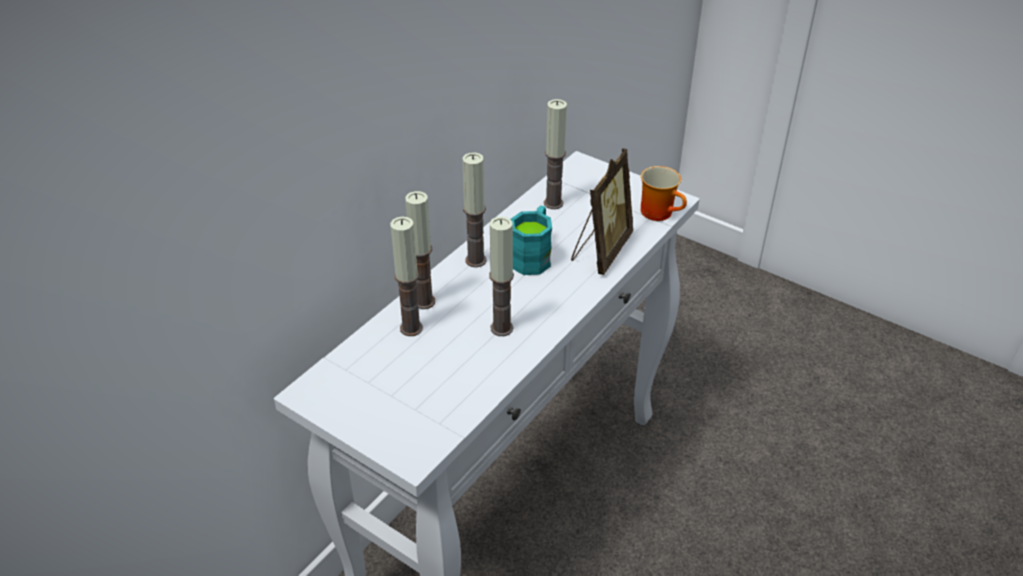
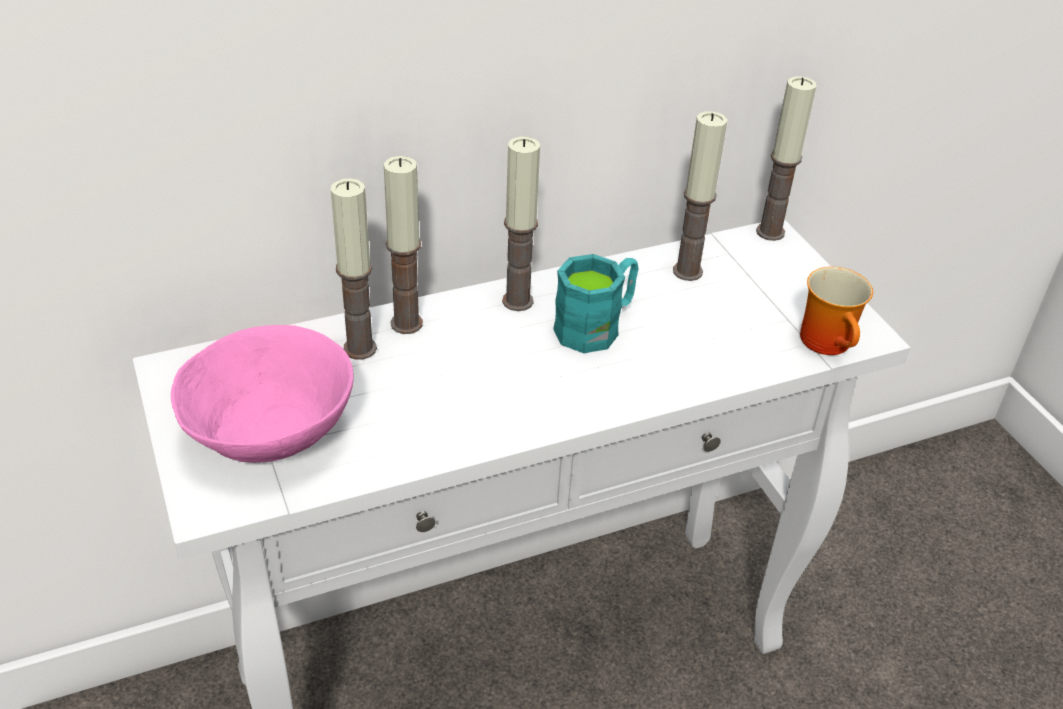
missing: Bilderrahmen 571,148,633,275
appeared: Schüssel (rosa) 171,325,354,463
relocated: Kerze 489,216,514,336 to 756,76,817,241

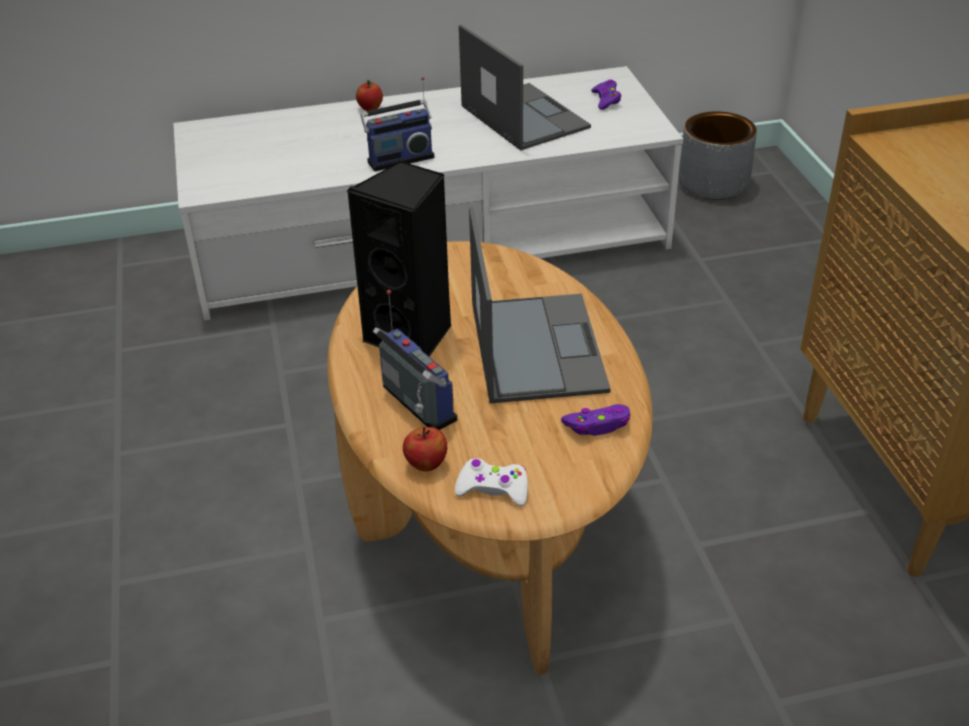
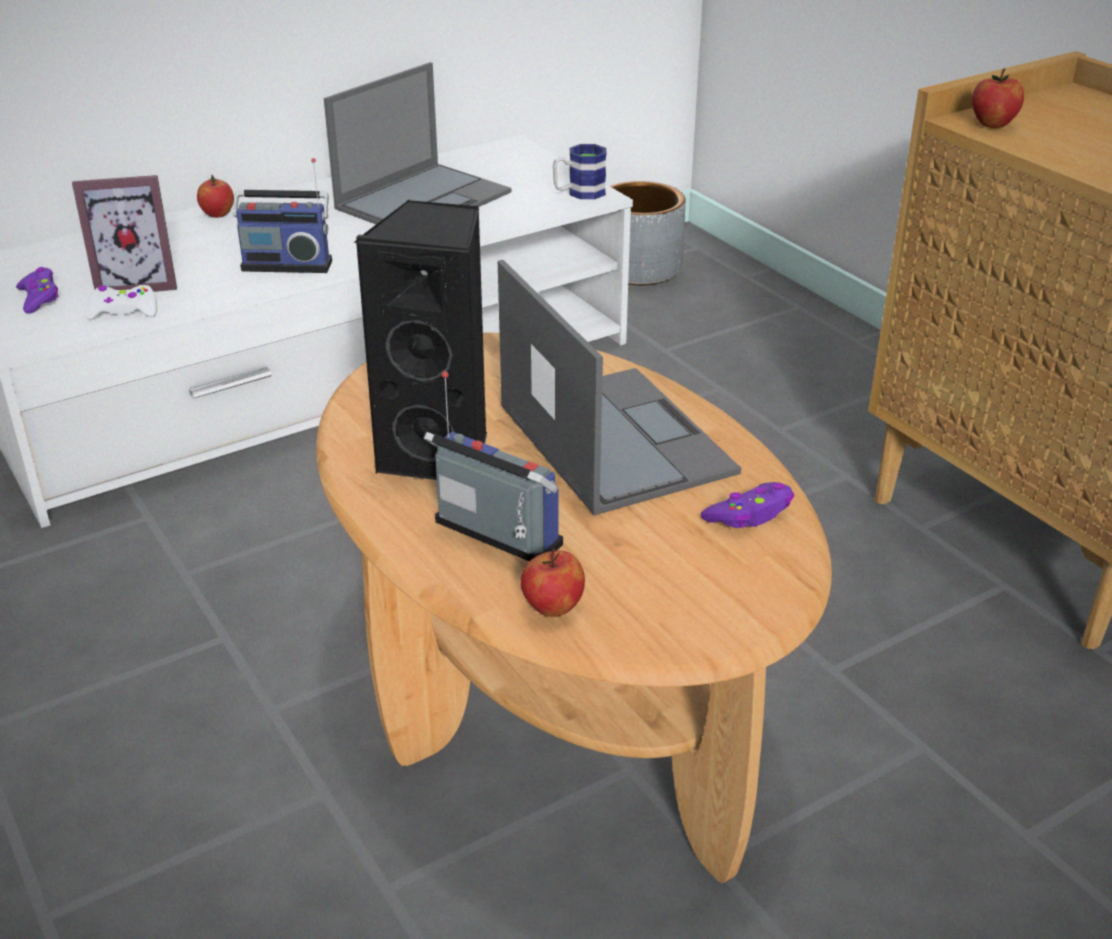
appeared: Bilderrahmen 72,175,177,292; Henkelbecher 553,144,607,199; Apfel 972,69,1024,128
relocated: Gamepad (weiß) 455,458,528,506 to 85,285,157,320; Gamepad (lila) 591,79,621,110 to 16,267,58,314
spun: Radio 360,77,434,172 = 233,158,332,273 45 degrees clockwise; Laptop 459,25,591,151 = 324,62,511,224 90 degrees clockwise

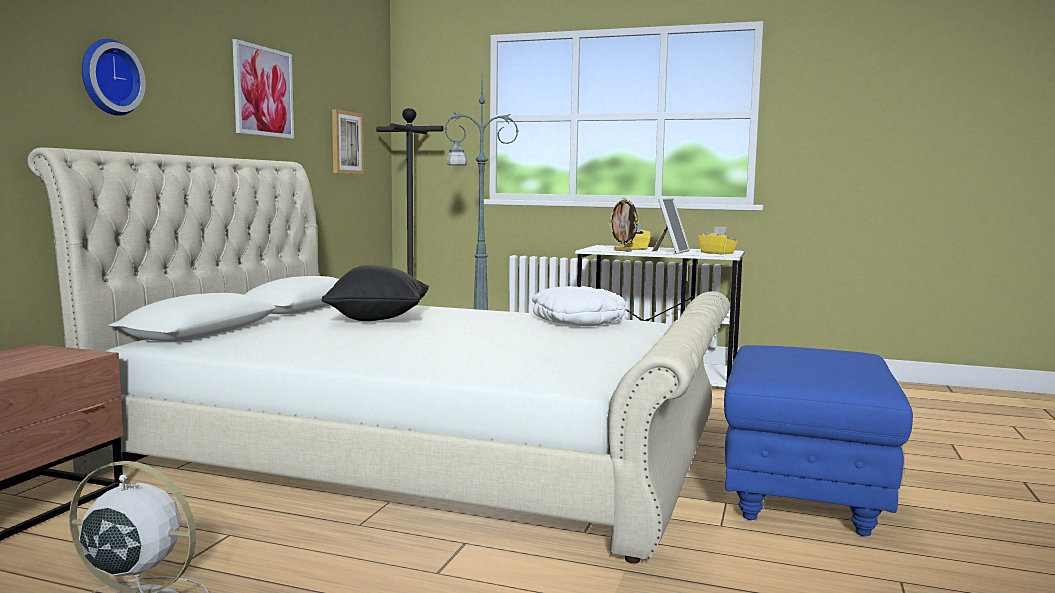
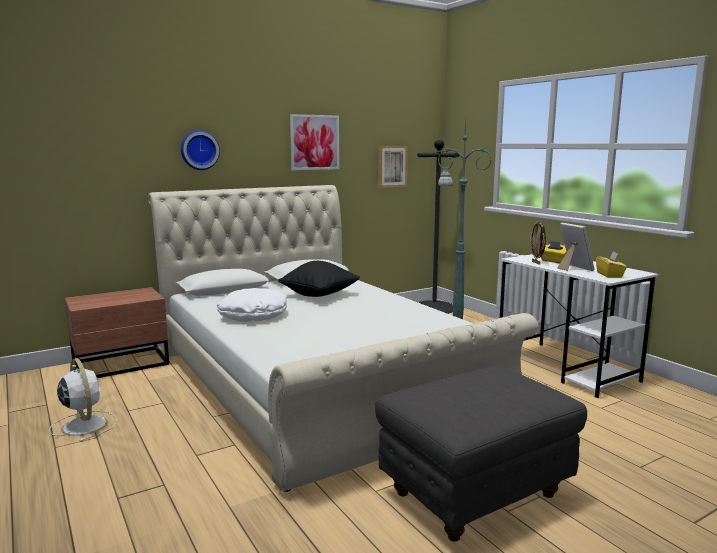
relocated: Kissen (weiß) 532,286,626,326 to 217,288,287,322
colour: Polsterhocker (blau) 724,345,913,536 to Polsterhocker (grau) 375,365,587,542
spun: Bilderrahmen 652,198,690,254 = 557,223,594,271 90 degrees counterclockwise

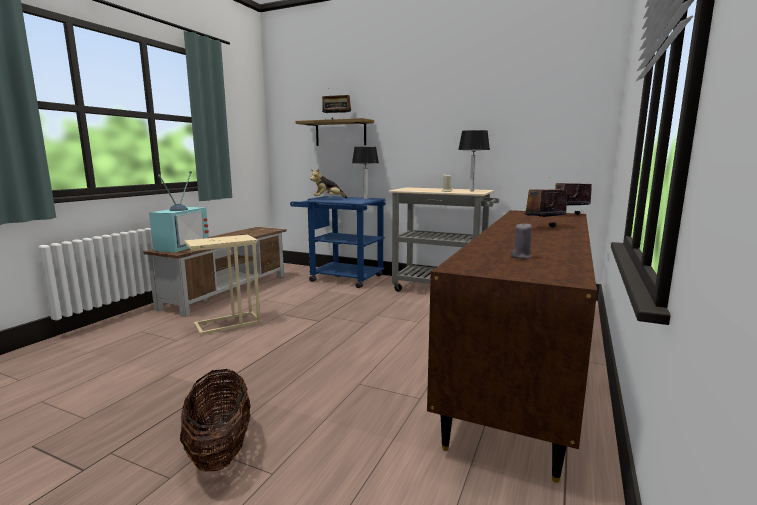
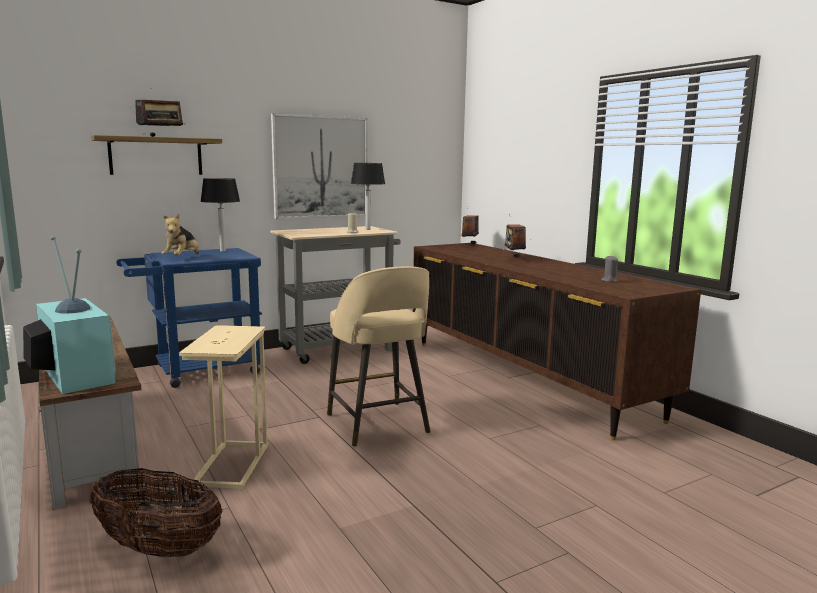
appeared: Bild 271,113,367,219; Hocker (beige) 327,266,430,447
relocated: Korb 180,369,251,471 to 90,468,222,557

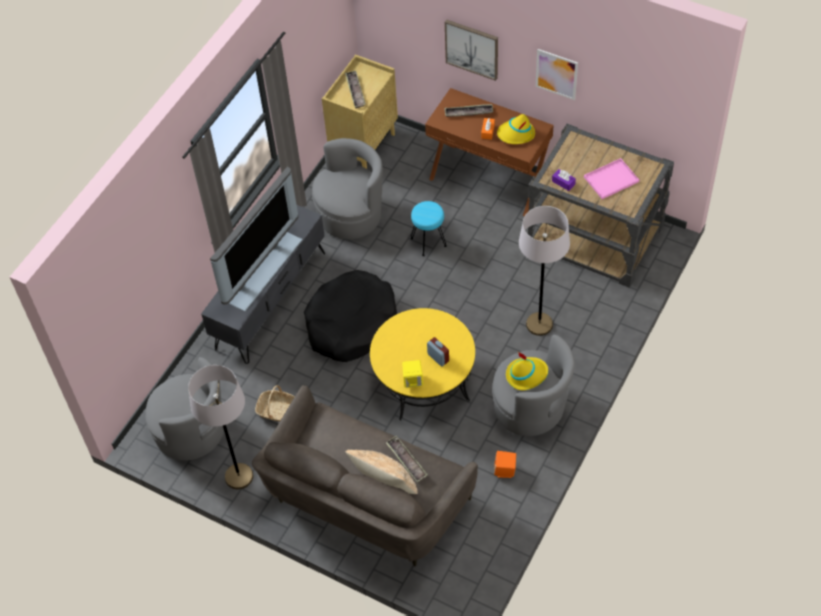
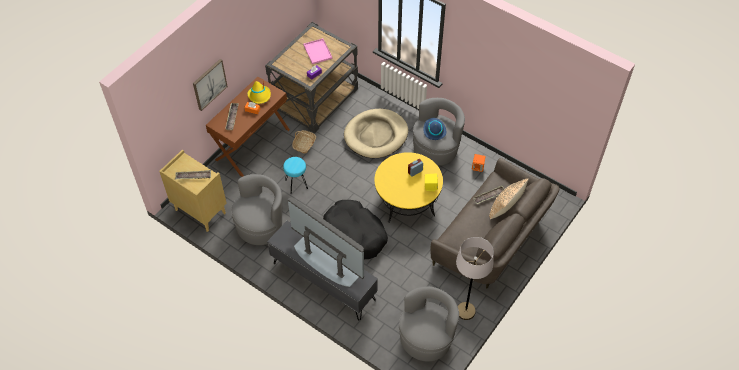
missing: Bild 536,49,578,100
relocated: Korb 255,385,295,422 to 292,130,316,153
exchanged: Stehlampe (grau) 519,206,570,336 to Hundebett (beige) 344,109,408,158
colour: Hut (gelb) 506,352,548,390 to Hut (blau) 423,118,446,140
spun: Sessel (grau) 312,138,383,239 = 231,174,282,245 75 degrees clockwise

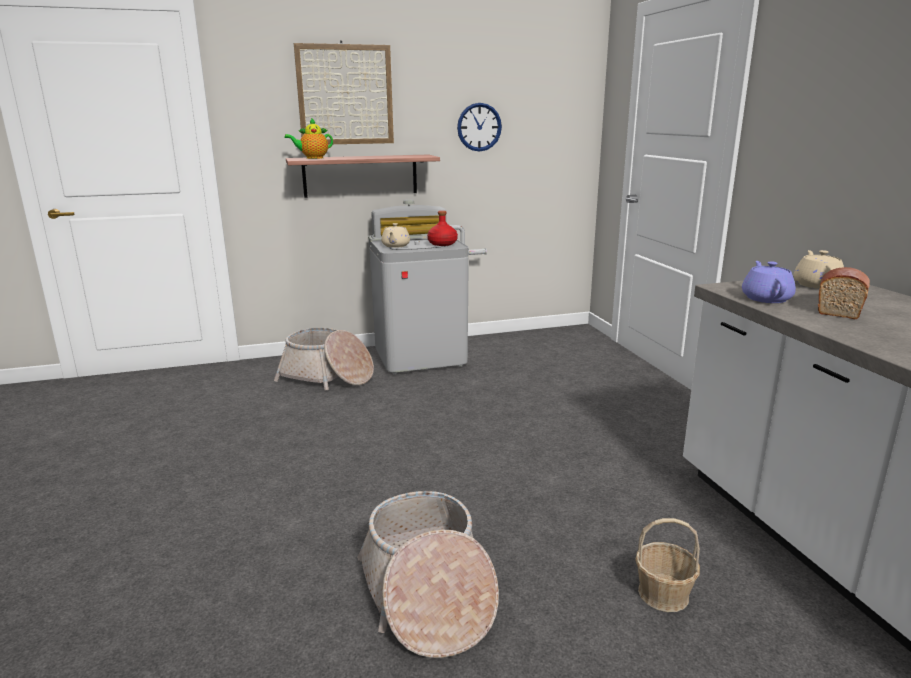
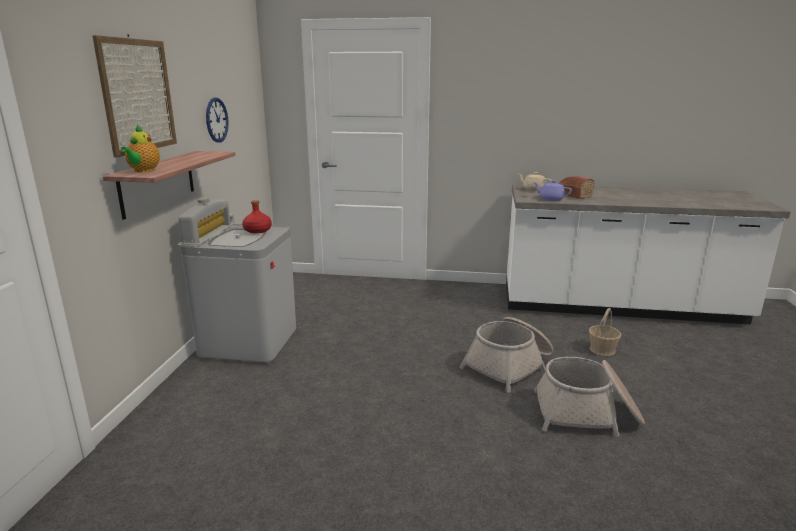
missing: Teekanne (beige) 381,223,410,248
relocated: Korb 274,328,374,390 to 460,317,553,392

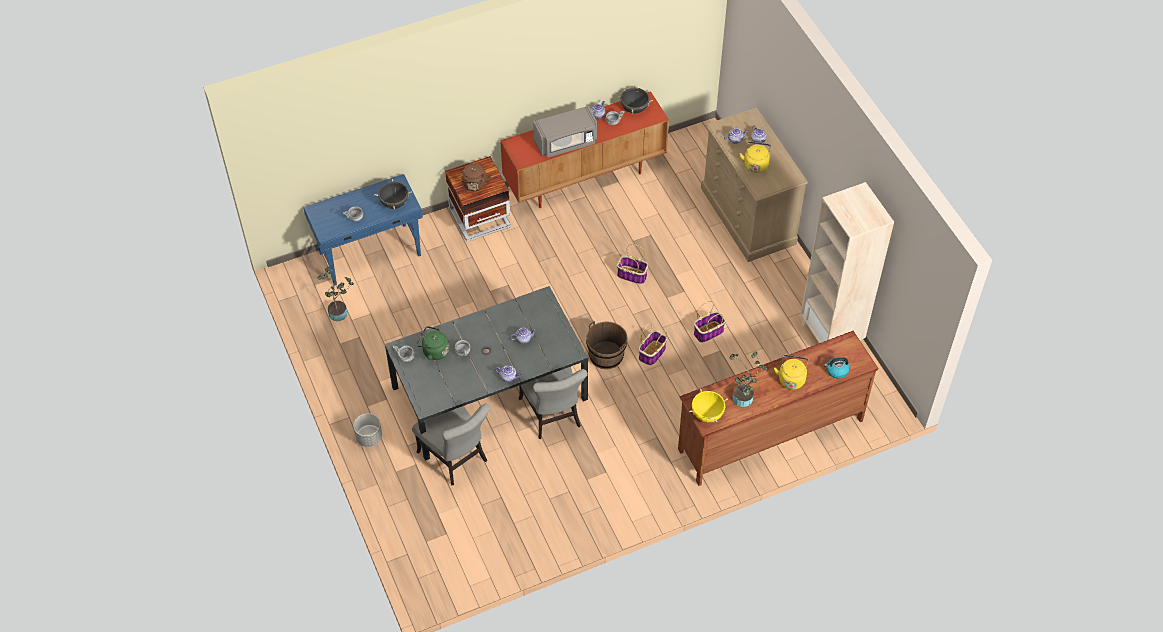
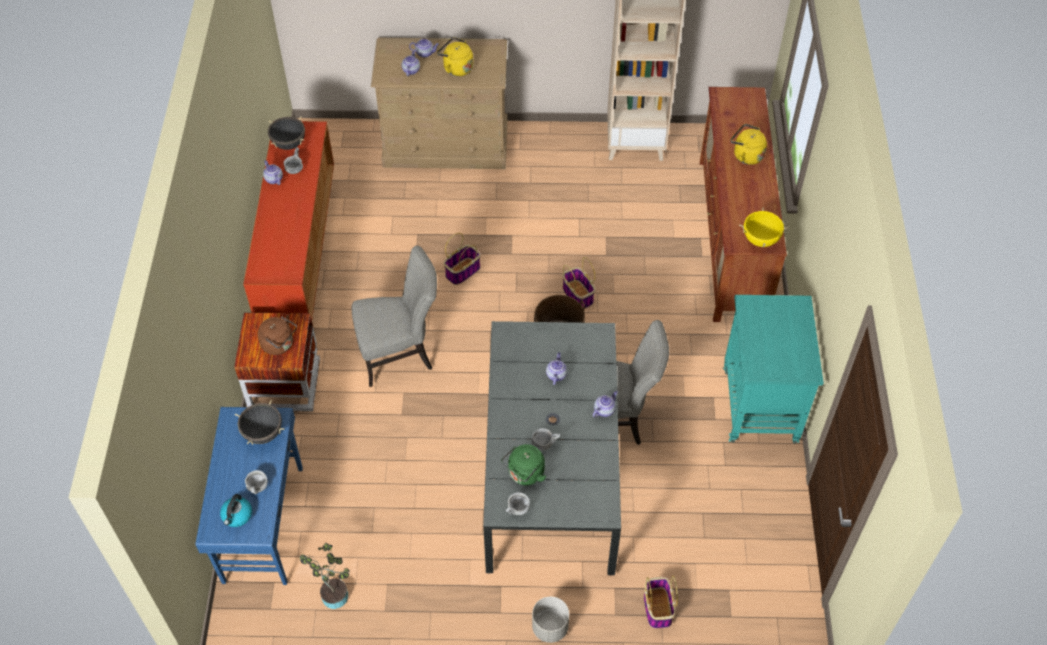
missing: Mikrowelle (grau) 533,106,597,158; Topfpflanze 730,352,767,407
appeared: Rollwagen (türkis) 723,295,824,444
relocated: Stuhl (grau) 412,401,491,485 to 352,246,437,387; Korb 694,301,726,343 to 644,576,678,629; Wasserkessel 824,357,850,379 to 220,494,252,527

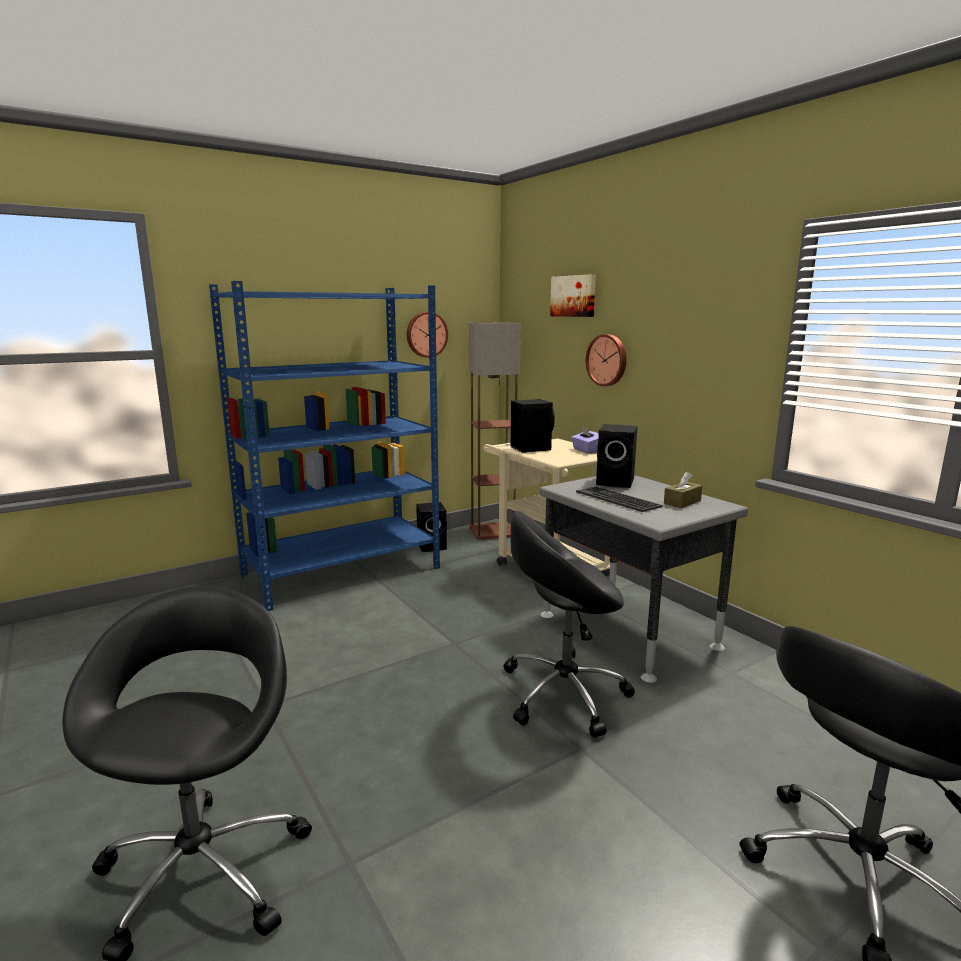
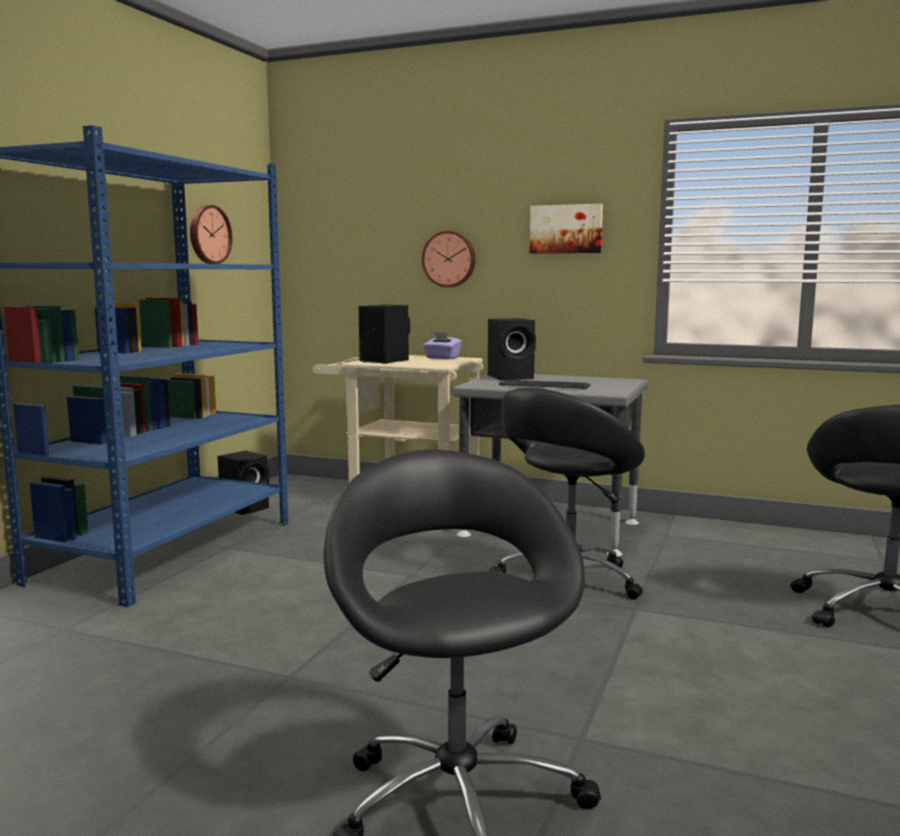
missing: Stehlampe 469,323,521,540; Taschentuchbox (braun) 664,471,702,508
relocated: Bild 550,274,596,317 to 530,204,603,254

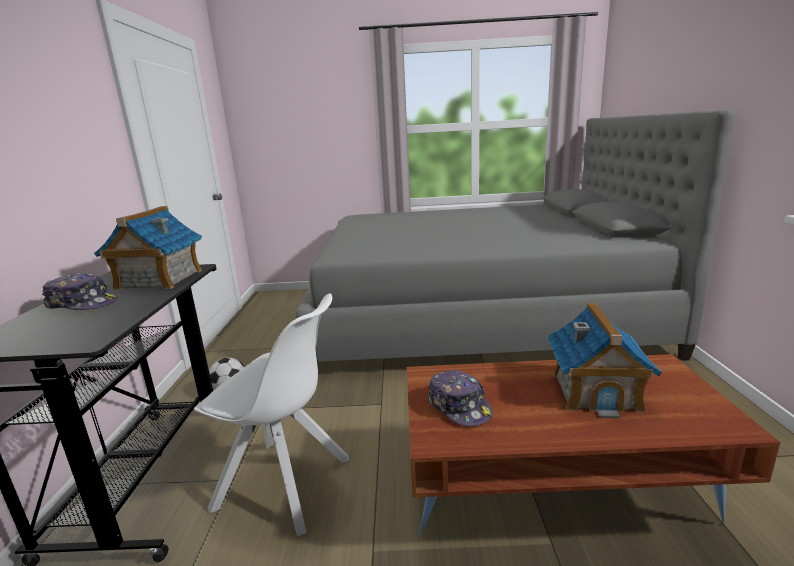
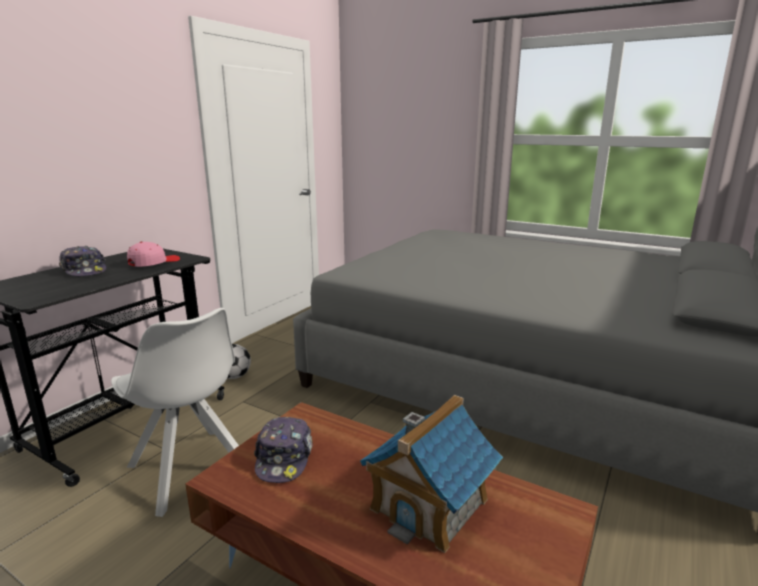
exchanged: Spielzeughaus 94,206,202,290 to Kappe (rosa) 127,242,180,267

